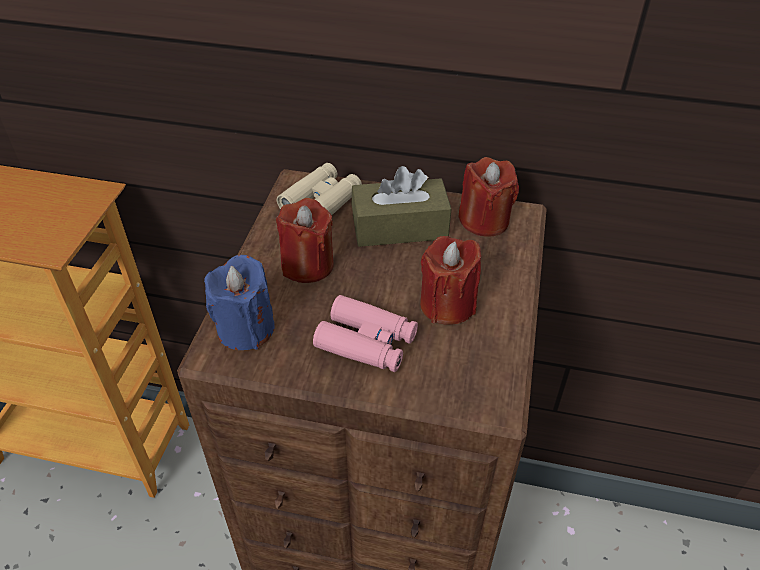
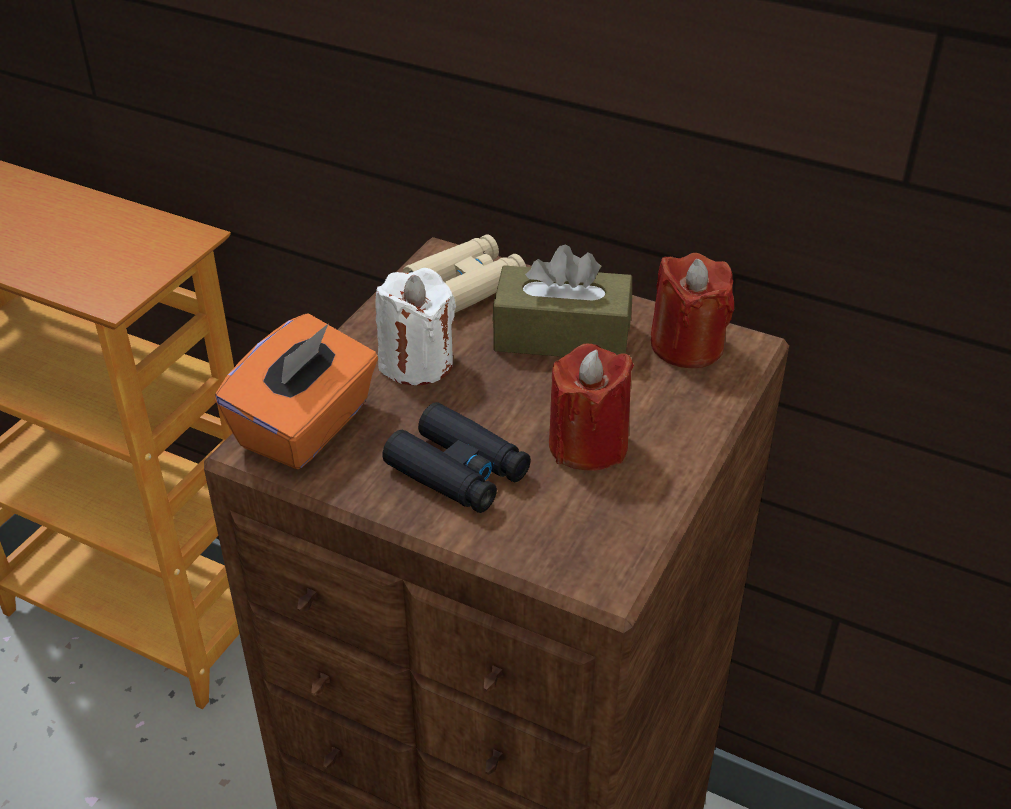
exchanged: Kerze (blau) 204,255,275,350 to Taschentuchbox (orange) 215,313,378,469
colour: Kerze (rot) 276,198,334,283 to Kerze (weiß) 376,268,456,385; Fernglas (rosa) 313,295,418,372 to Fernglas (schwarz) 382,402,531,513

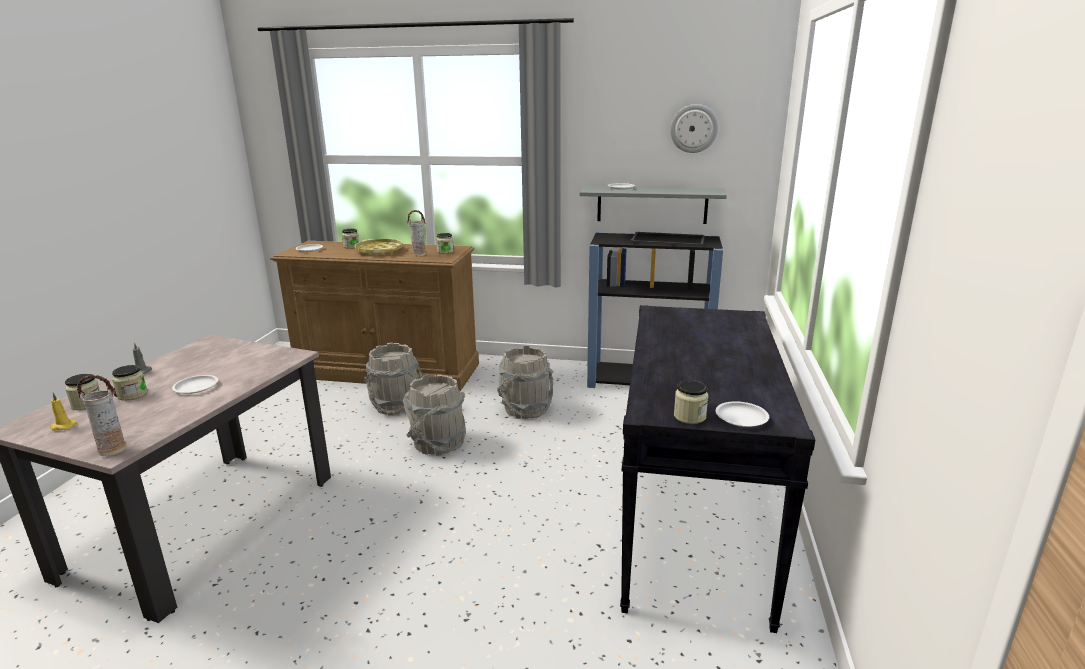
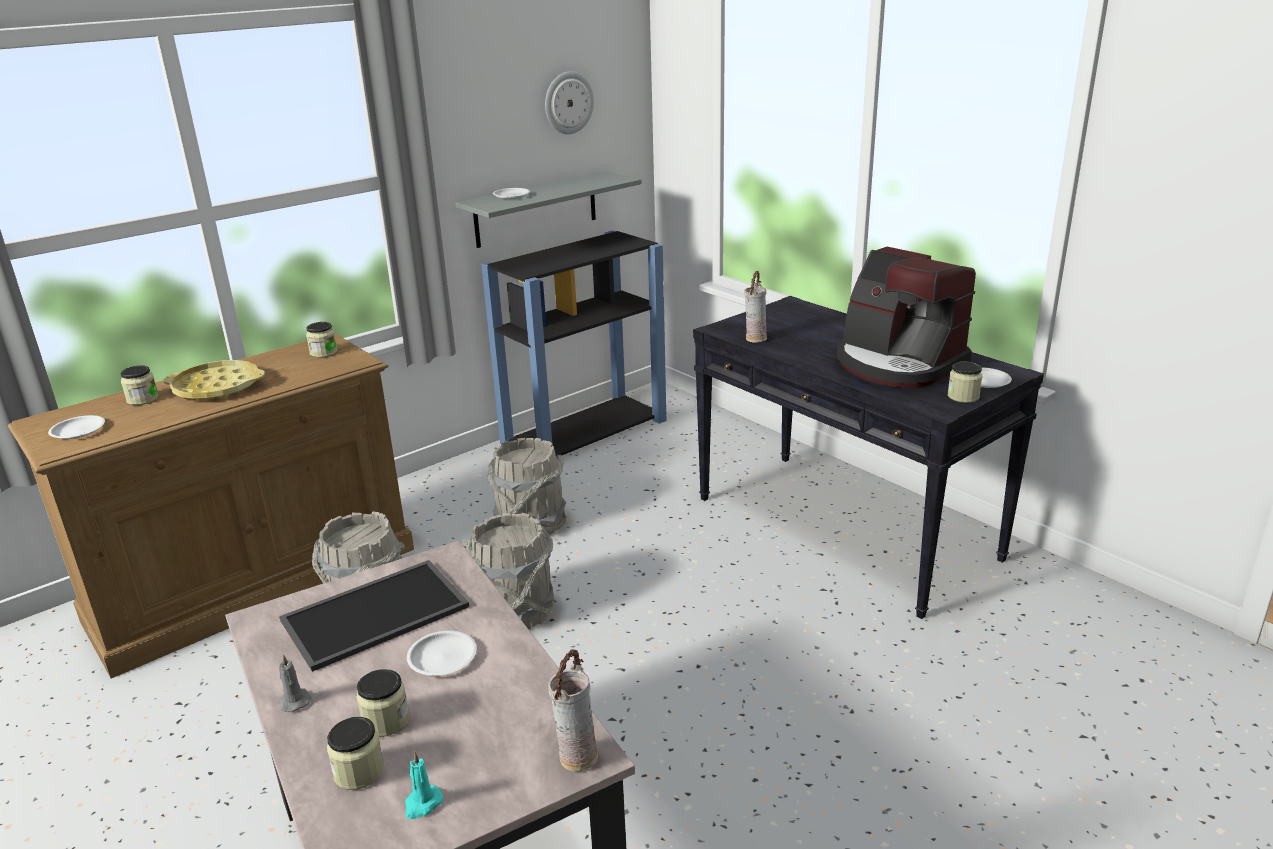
appeared: Kaffeemaschine 837,247,976,388
relocated: Vase 407,210,426,256 to 744,271,767,343; Tablett 630,232,705,247 to 279,560,469,672
colour: Kerze (gelb) 50,393,77,430 to Kerze (türkis) 405,752,443,819

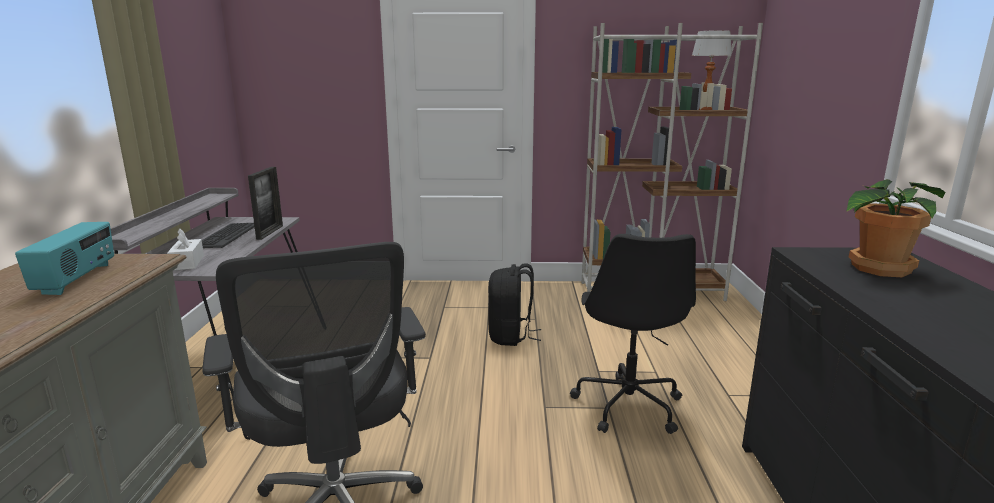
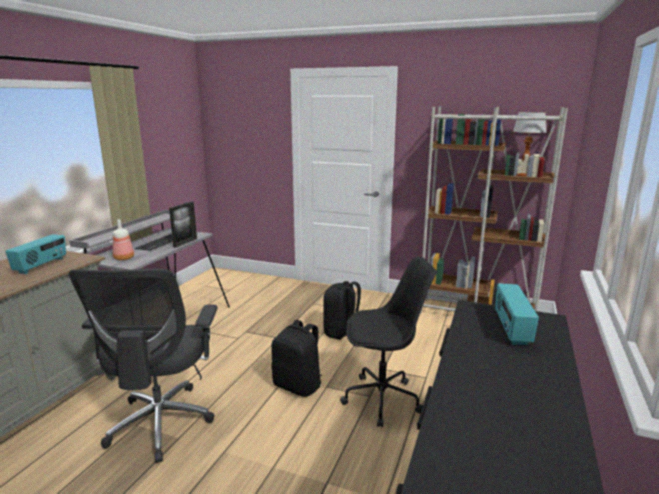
appeared: Rucksack (schwarz) 271,320,322,397
exchanged: Taschentuchbox (weiß) 167,229,204,270 to Flasche 113,219,134,260; Topfpflanze 846,179,946,277 to Radio 495,283,539,345
spun: Bürostuhl (schwarz) 570,234,696,434 = 340,256,438,428 120 degrees counterclockwise

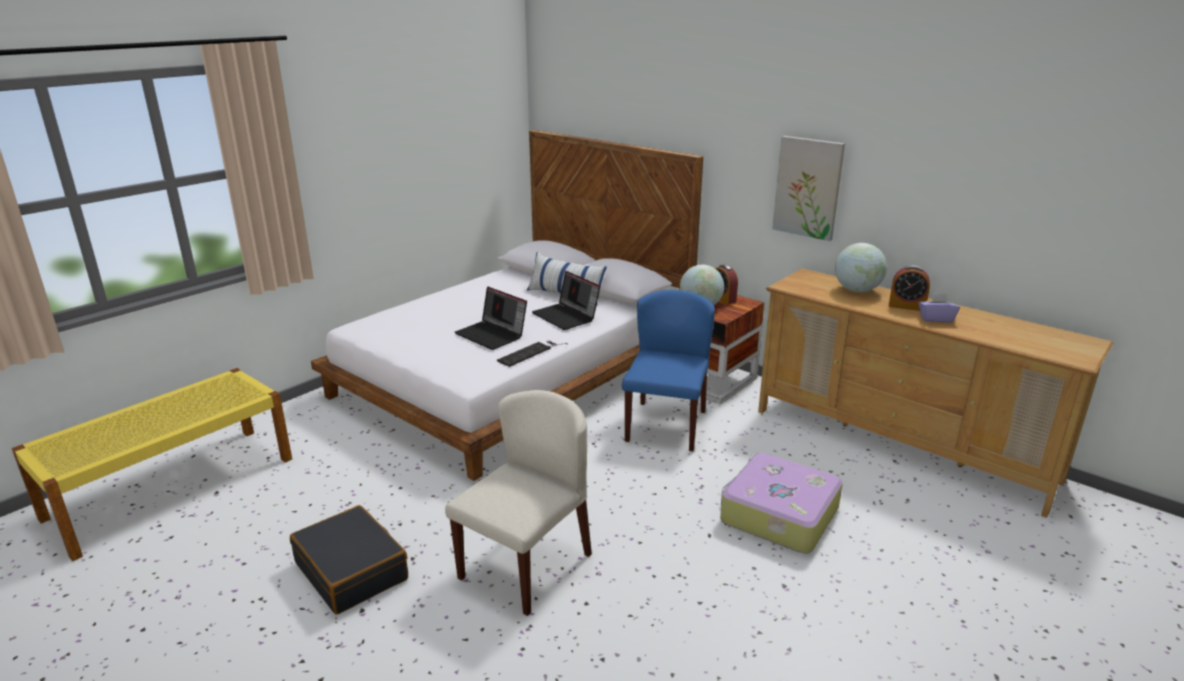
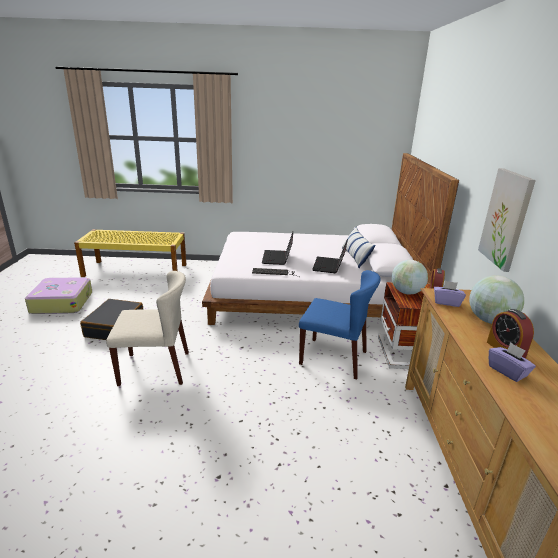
appeared: Taschentuchbox (lila) 434,281,466,307
relocated: Koffer 720,453,843,553 to 25,277,92,314
spun: Stuhl (blau) 622,290,715,451 = 299,270,380,379 45 degrees clockwise

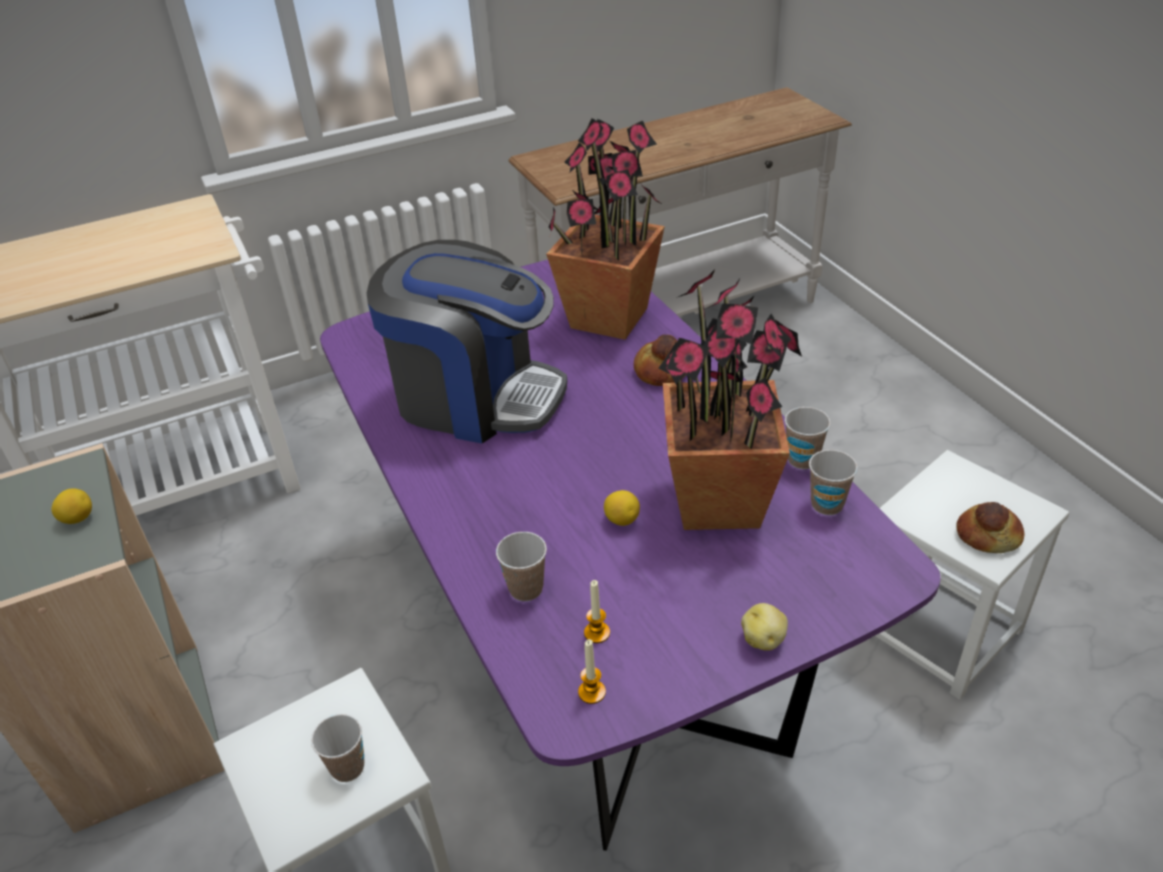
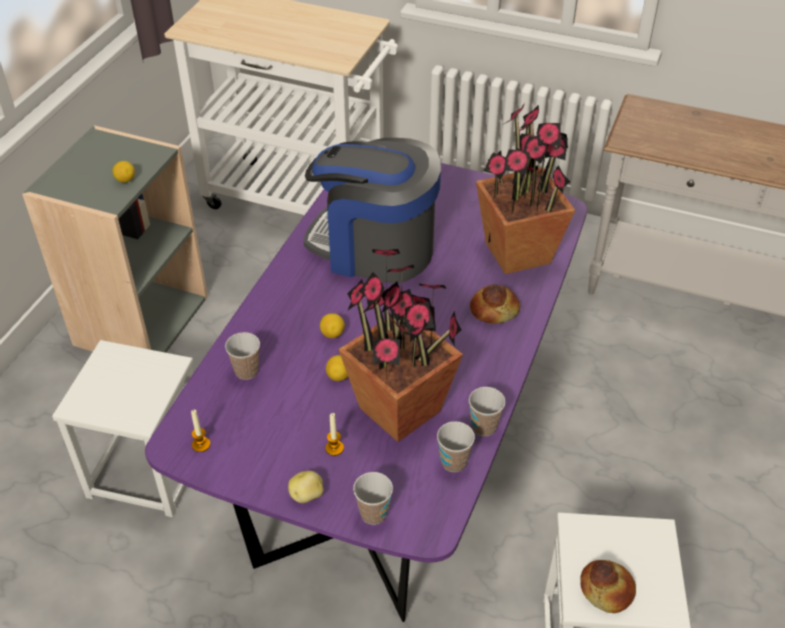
appeared: Zitrone 320,313,345,338
relocated: Tasse 311,714,364,782 to 353,472,393,525; Kerze 584,580,610,643 to 325,413,344,456
spun: Kaffeemaschine 367,240,567,443 = 304,138,441,283 135 degrees clockwise

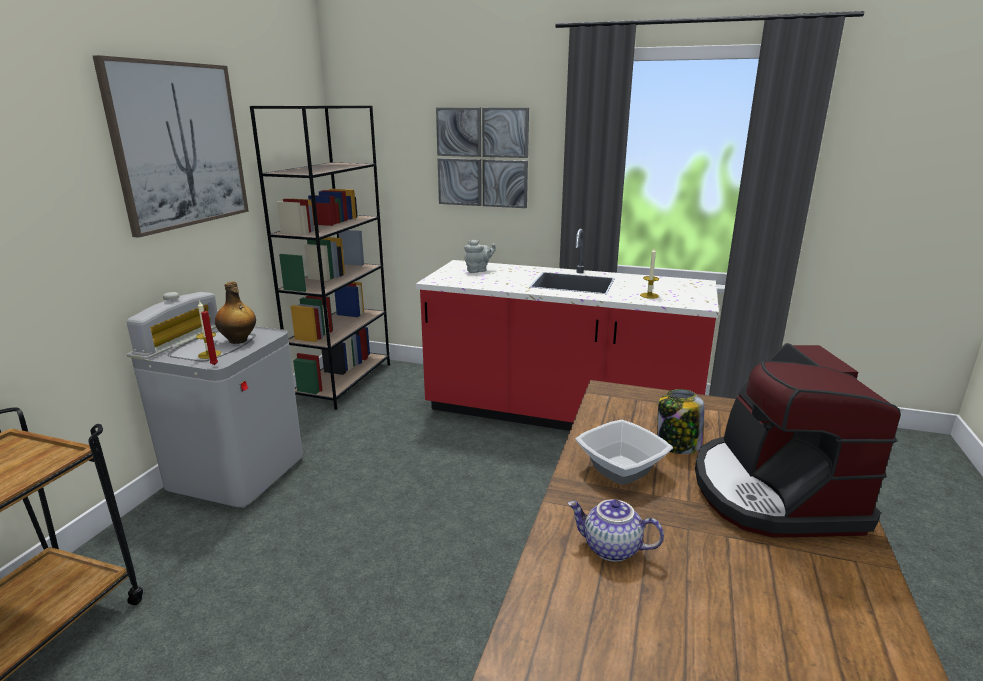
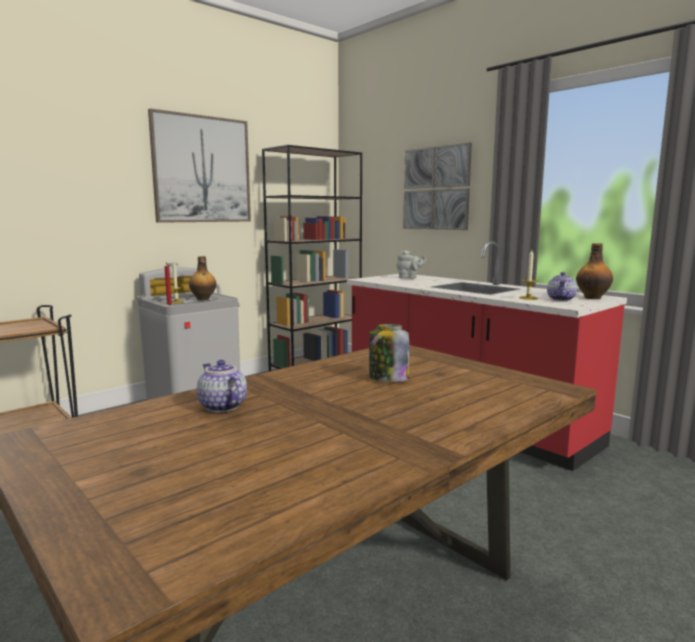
missing: Schüssel 575,420,673,485; Kaffeemaschine 695,343,901,538
appeared: Teekanne 547,272,577,301; Flasche 576,243,613,299

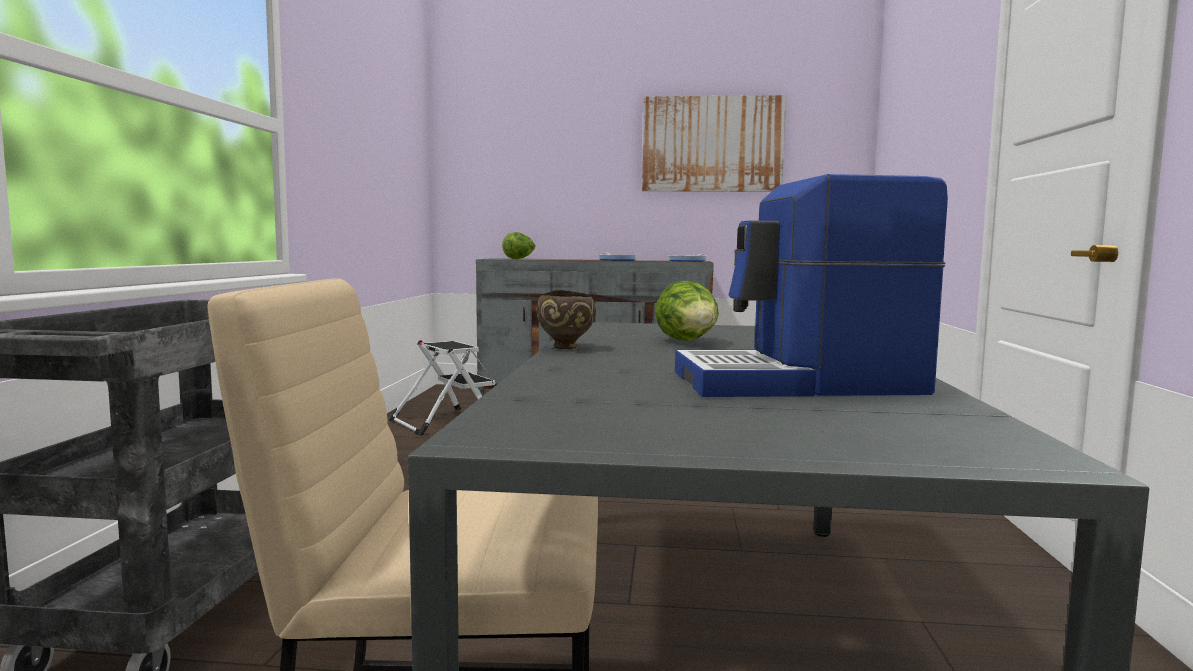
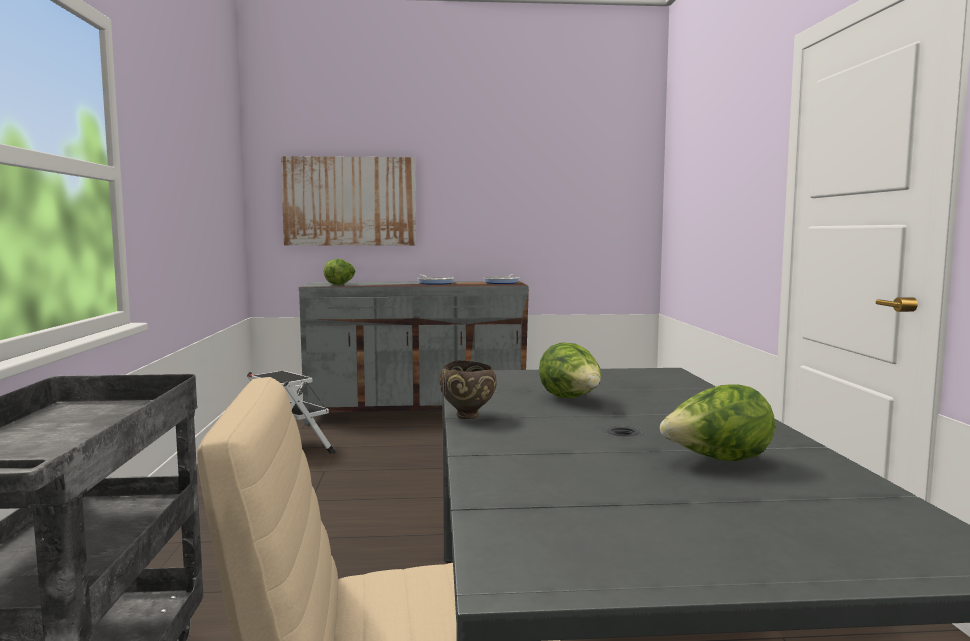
relocated: Bild 642,95,786,192 to 281,156,416,246
exchanged: Kaffeemaschine 675,174,948,397 to Salatkopf 660,384,775,461

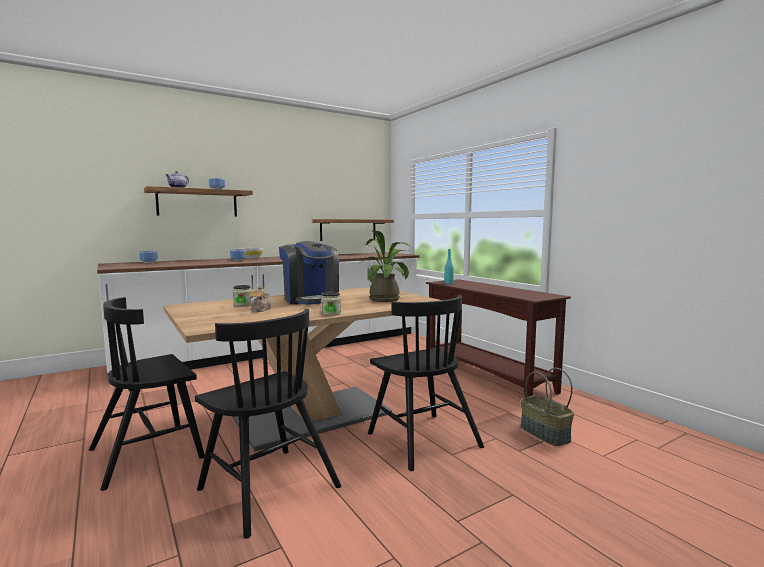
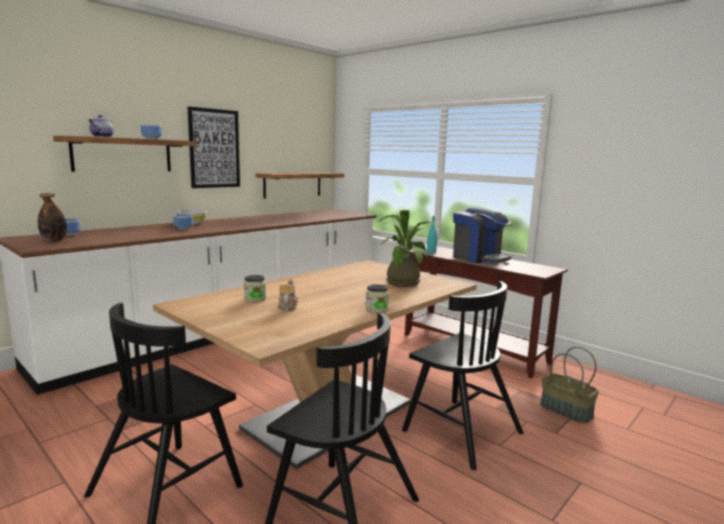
appeared: Flasche 38,193,67,241; Bild 187,106,240,188
relocated: Kaffeemaschine 279,241,339,305 to 453,208,511,264

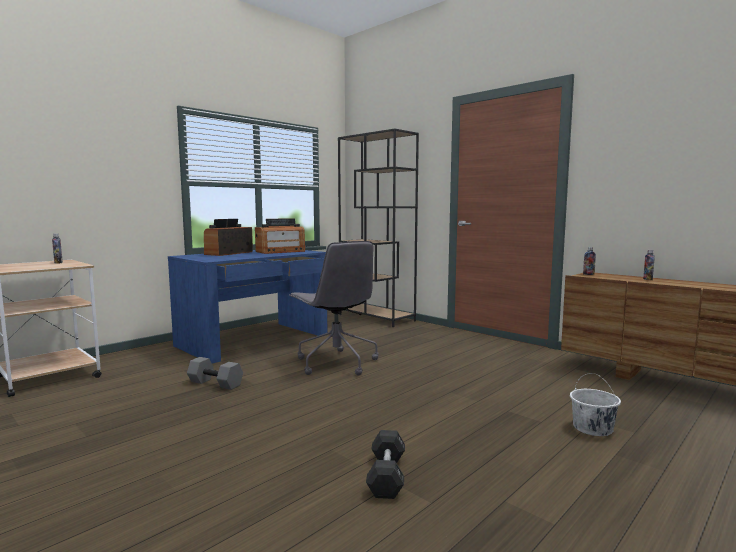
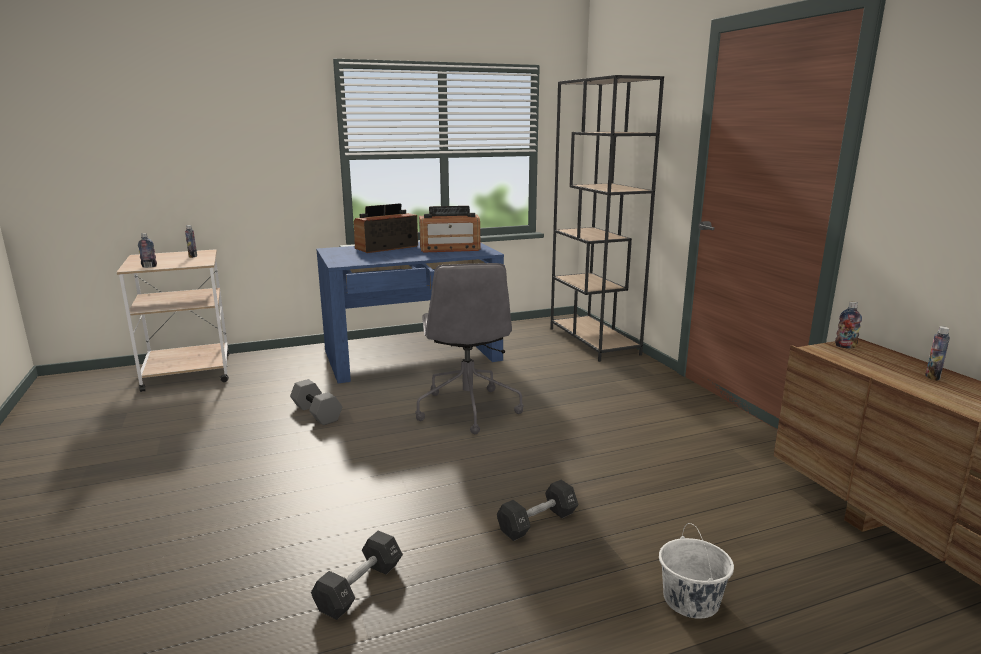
appeared: Flasche 138,233,157,268; Hantel (schwarz) 497,480,579,541

